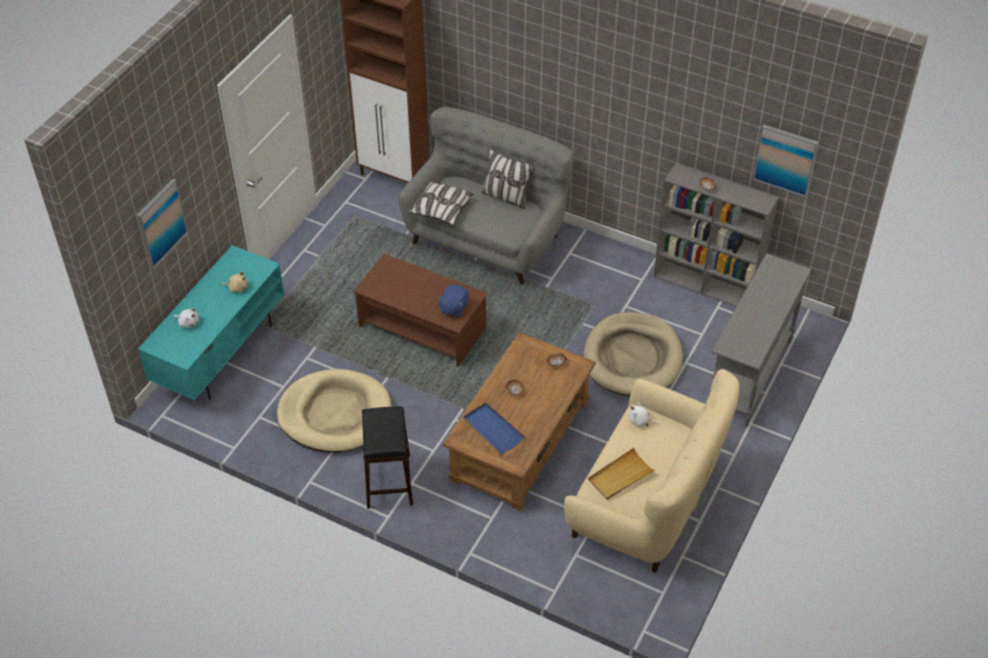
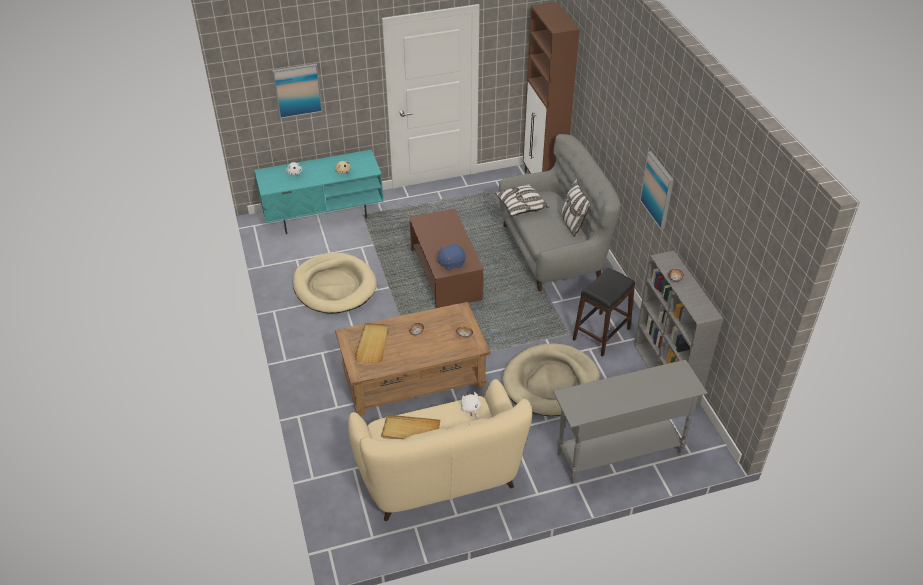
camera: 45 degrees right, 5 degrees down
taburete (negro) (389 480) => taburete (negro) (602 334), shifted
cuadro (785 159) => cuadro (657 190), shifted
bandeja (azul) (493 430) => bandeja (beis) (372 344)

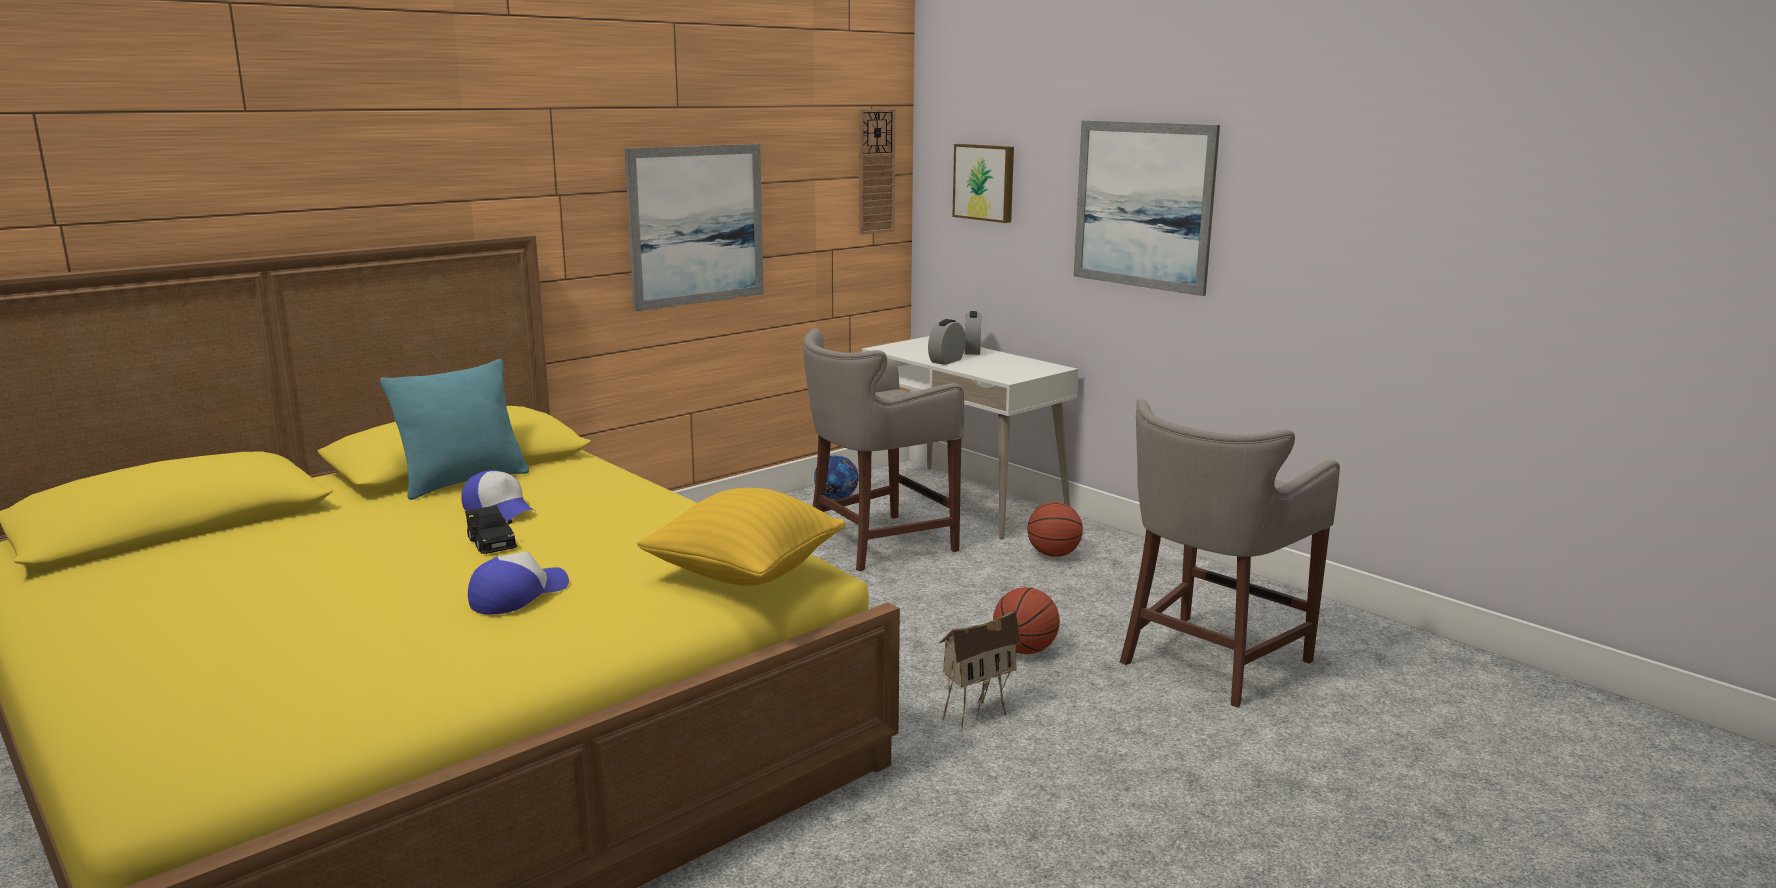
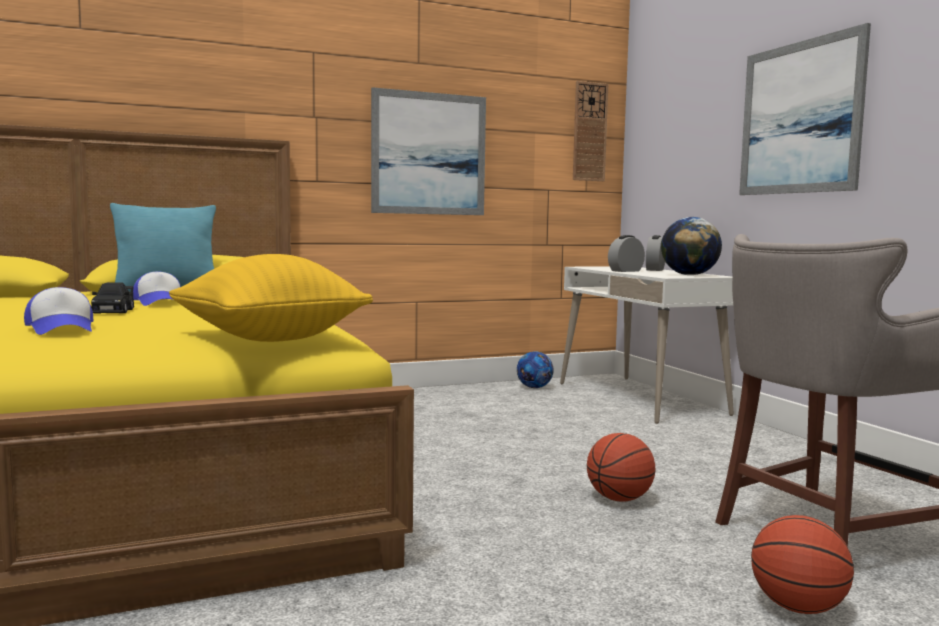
camera: 20 degrees right, 10 degrees down
taburete (gris) (876 544) => nothing
casita (976 713) => nothing
cuadro (985 182) => nothing
nothing => globo terráqueo (689 275)
balón de baloncesto (1053 554) => balón de baloncesto (798 607), shifted
gorra (518 595) => gorra (62 329), 90 degrees clockwise

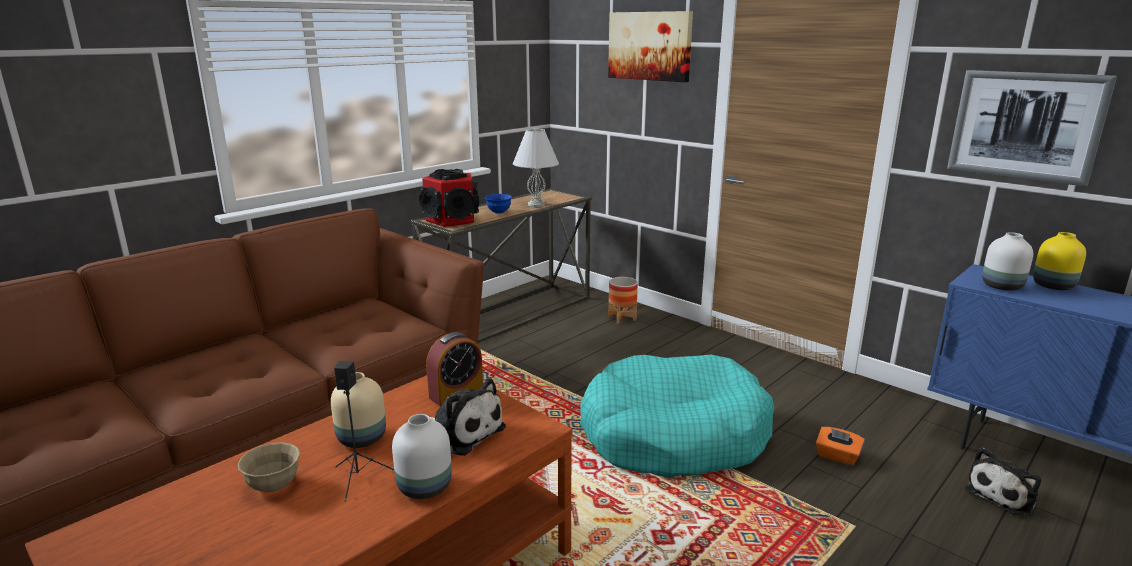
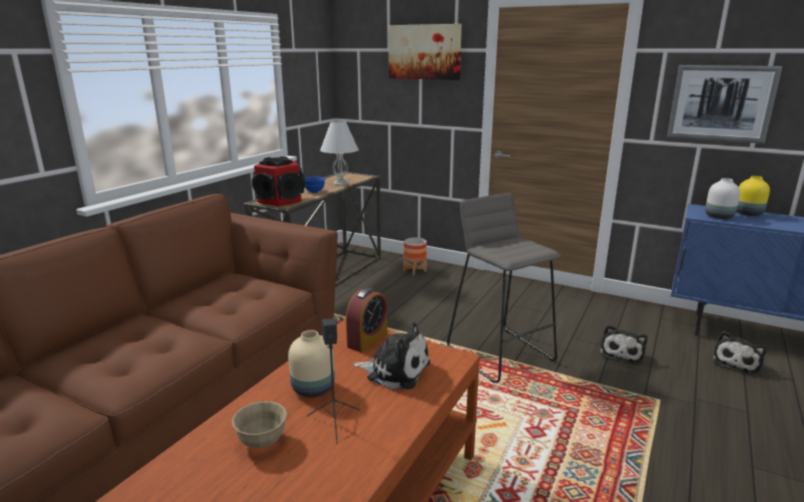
camera: 15 degrees left, 0 degrees up
florero (blanco) (424 488) => nothing
cama para perro (turquesa) (673 435) => taburete (gris) (501 354)
caja de pañuelos (naranja) (837 457) => peluche (621 353)

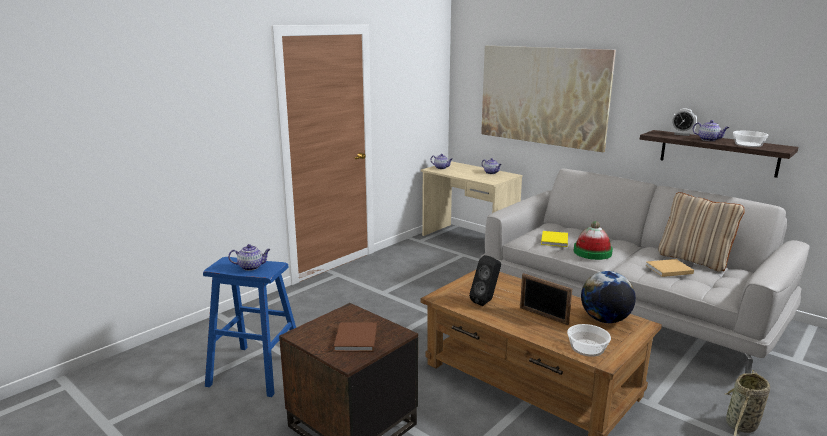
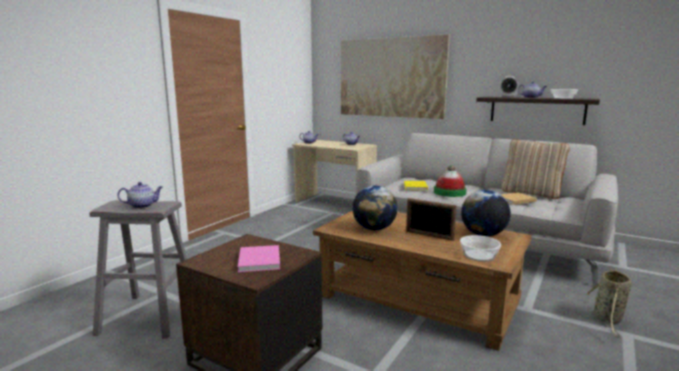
camera: 10 degrees left, 5 degrees down
altavoz (negro) (486 301) => globo terráqueo (374 229)
taburete (azul) (256 370) => taburete (gris) (150 315)
libro (marrón) (355 339) => libro (rosa) (259 261)

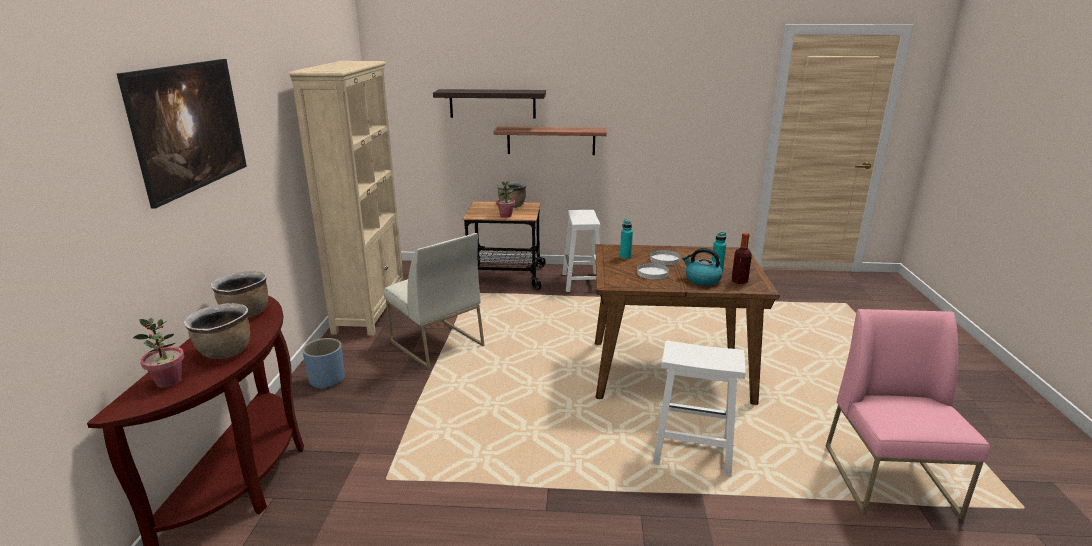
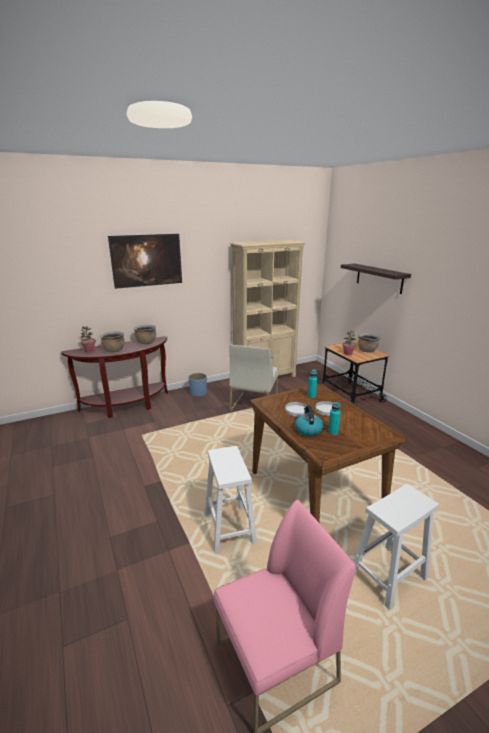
camera: 60 degrees right, 0 degrees up
estante (551 140) => nothing
botella (739 281) => nothing
taburete (blanco) (582 282) => taburete (blanco) (387 576), shifted

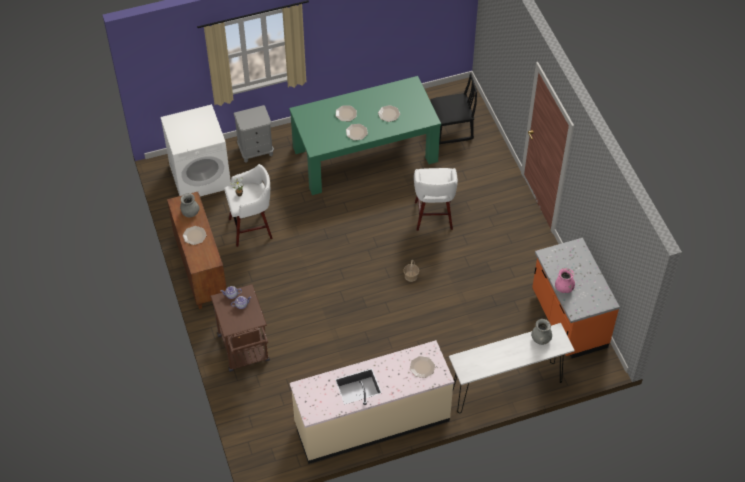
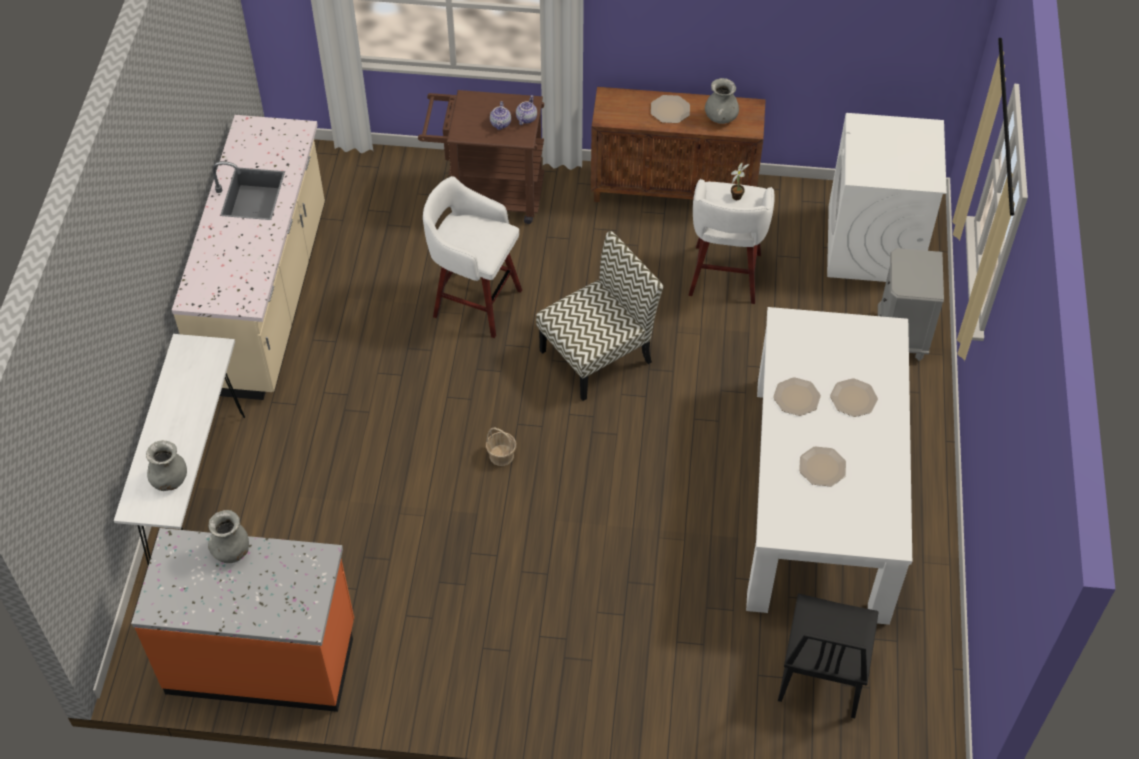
camera: 115 degrees right, 0 degrees up
plato (422 367) => nothing
nothing => silla (597 355)
taburete (blanco) (433 217) => taburete (blanco) (475 302), shifted
mesa de comedor (verde) (365 154) => mesa de comedor (blanco) (820 496)
florero (rosa) (564 288) => florero (gris) (232 551)

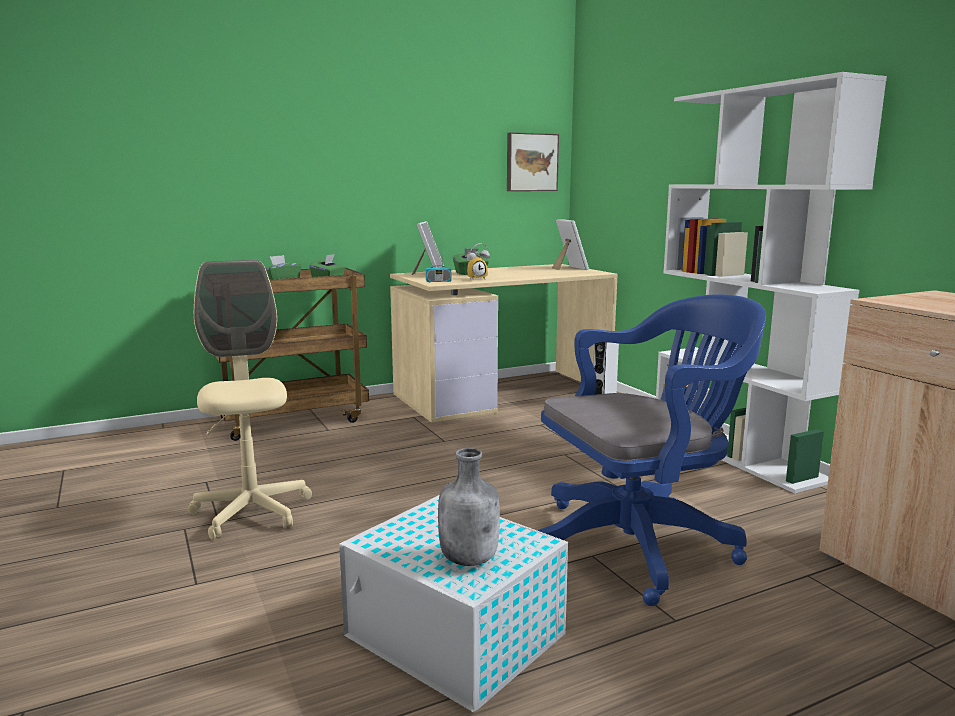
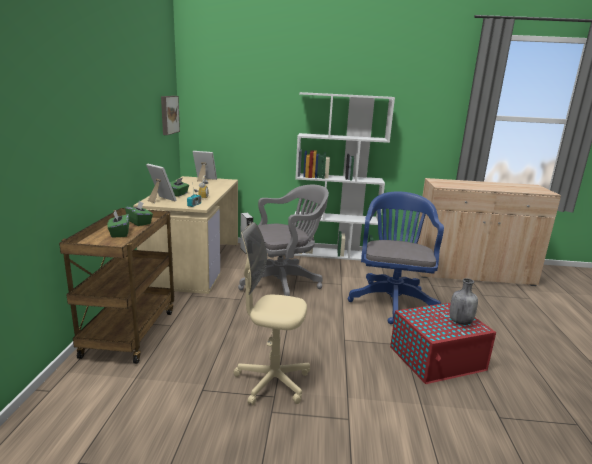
camera: 60 degrees left, 5 degrees up
nothing => silla de oficina (gris) (283 283)
caja de almacenaje (blanco) (456 637) => caja de almacenaje (rojo) (438 358)

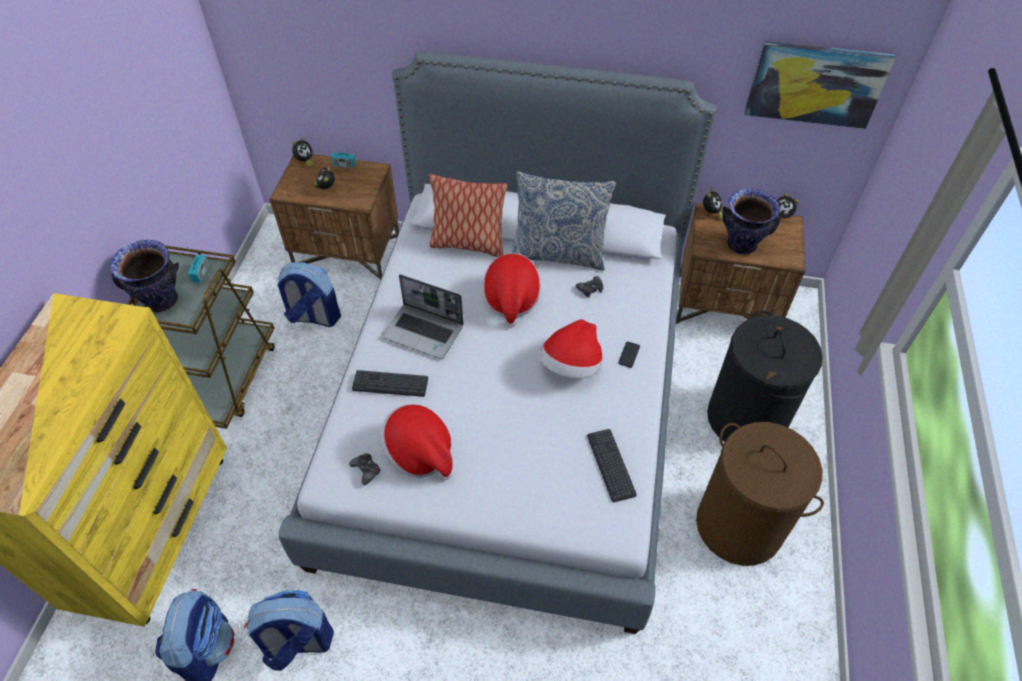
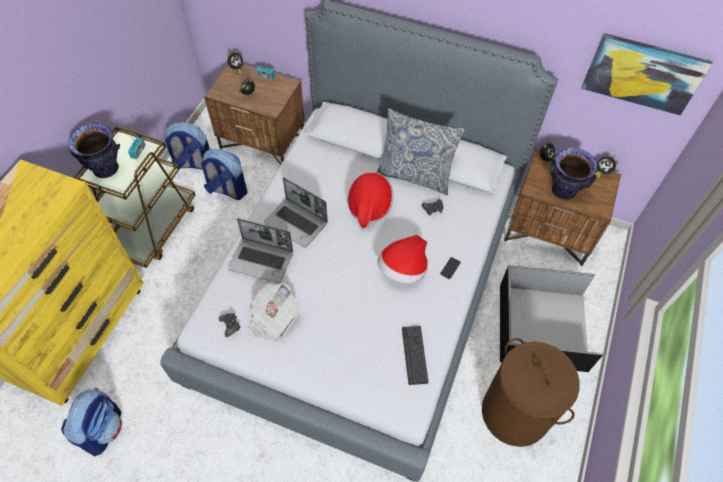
camera: 10 degrees right, 5 degrees up
cojín (468 244) => nothing
mochila (297 643) => mochila (192 163), shifted
teclado (390 384) => portátil (262 260)
sombrero (420 453) => periódico (272 319)
cesto de la ropa (negro) (747 418) => caja de almacenaje (negro) (542 328)

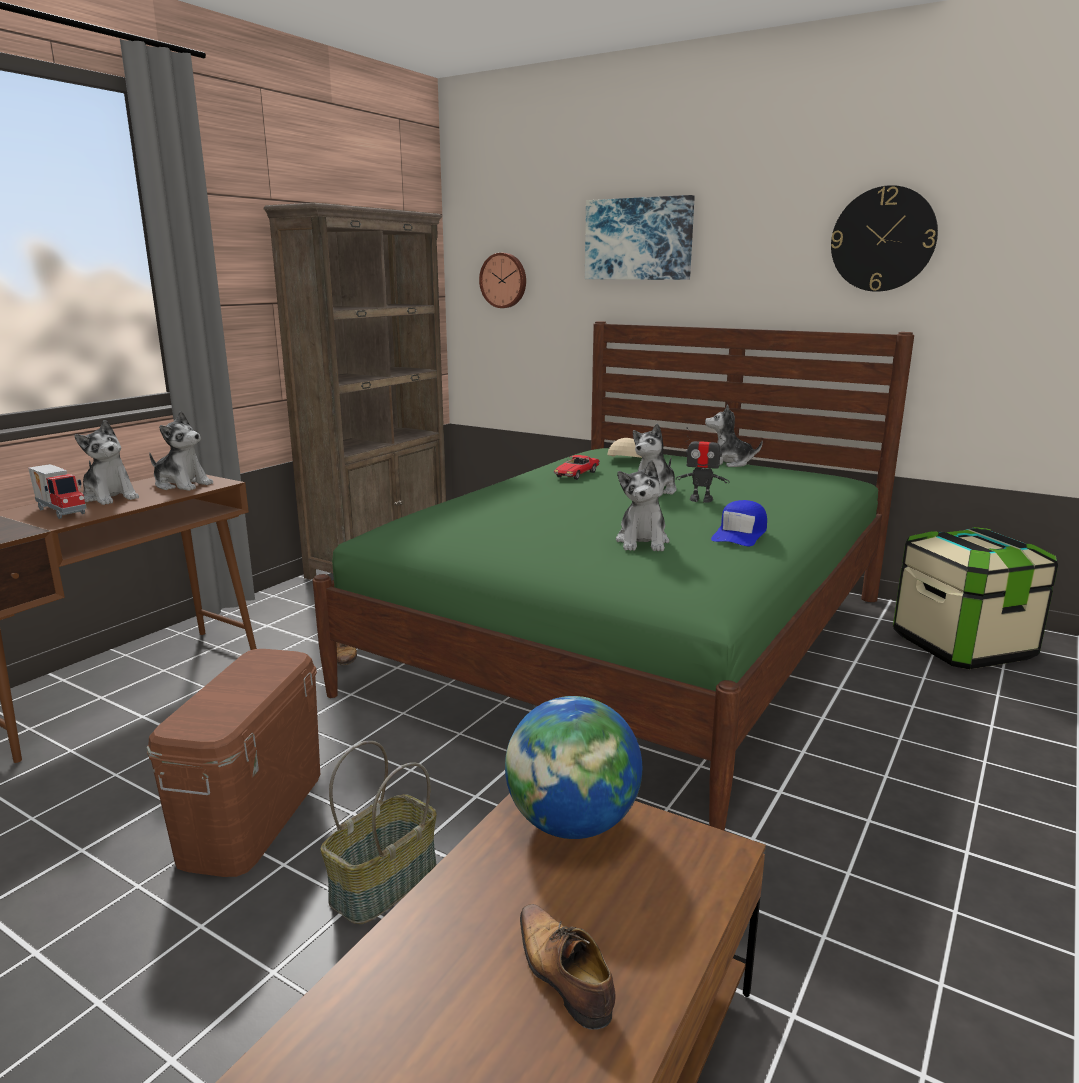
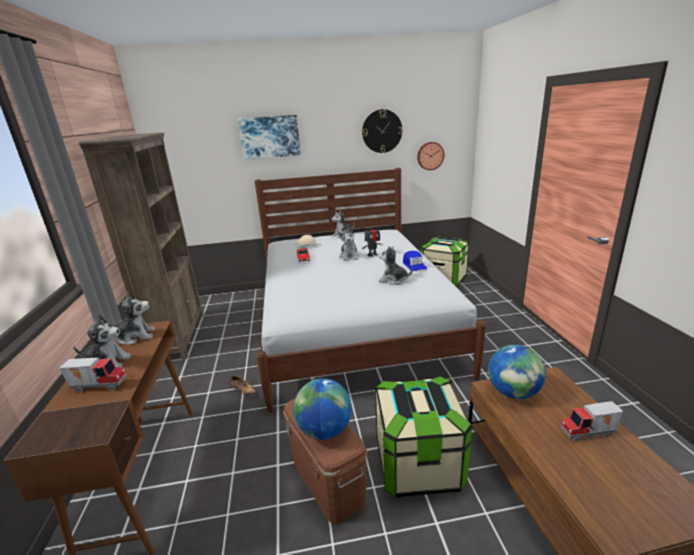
camera: 40 degrees left, 5 degrees up
nothing => globo terráqueo (324 430)
reloj de pared (504 280) => reloj de pared (430 156), shifted
cesta (384 885) => caja de almacenaje (418 465)
zapato (563 975) => camión de juguete (588 434)
cama (verde) (635 642) => cama (blanco) (352 324)
peluche (642 542) => peluche (393 280), 150 degrees clockwise

